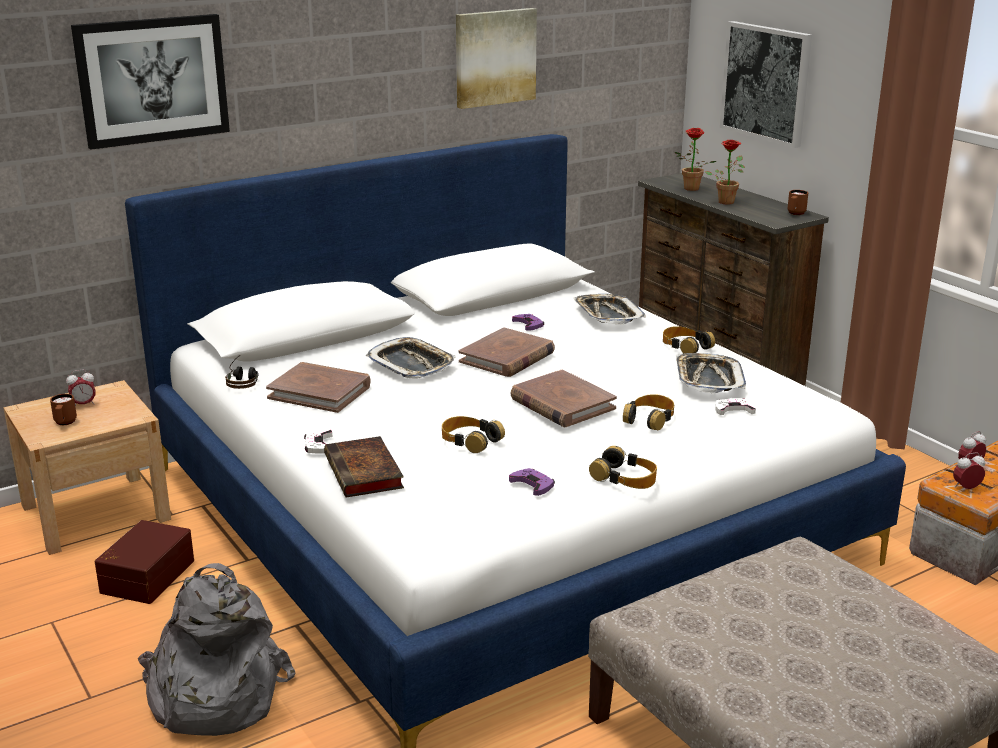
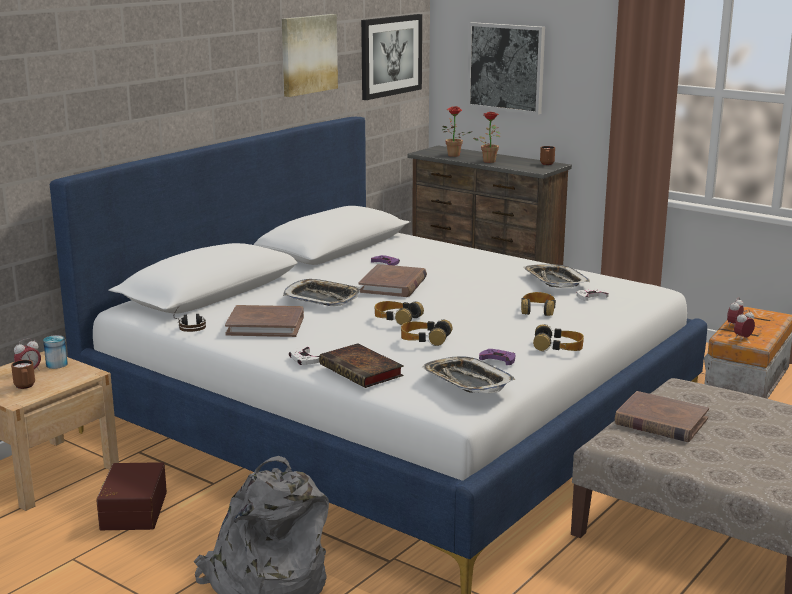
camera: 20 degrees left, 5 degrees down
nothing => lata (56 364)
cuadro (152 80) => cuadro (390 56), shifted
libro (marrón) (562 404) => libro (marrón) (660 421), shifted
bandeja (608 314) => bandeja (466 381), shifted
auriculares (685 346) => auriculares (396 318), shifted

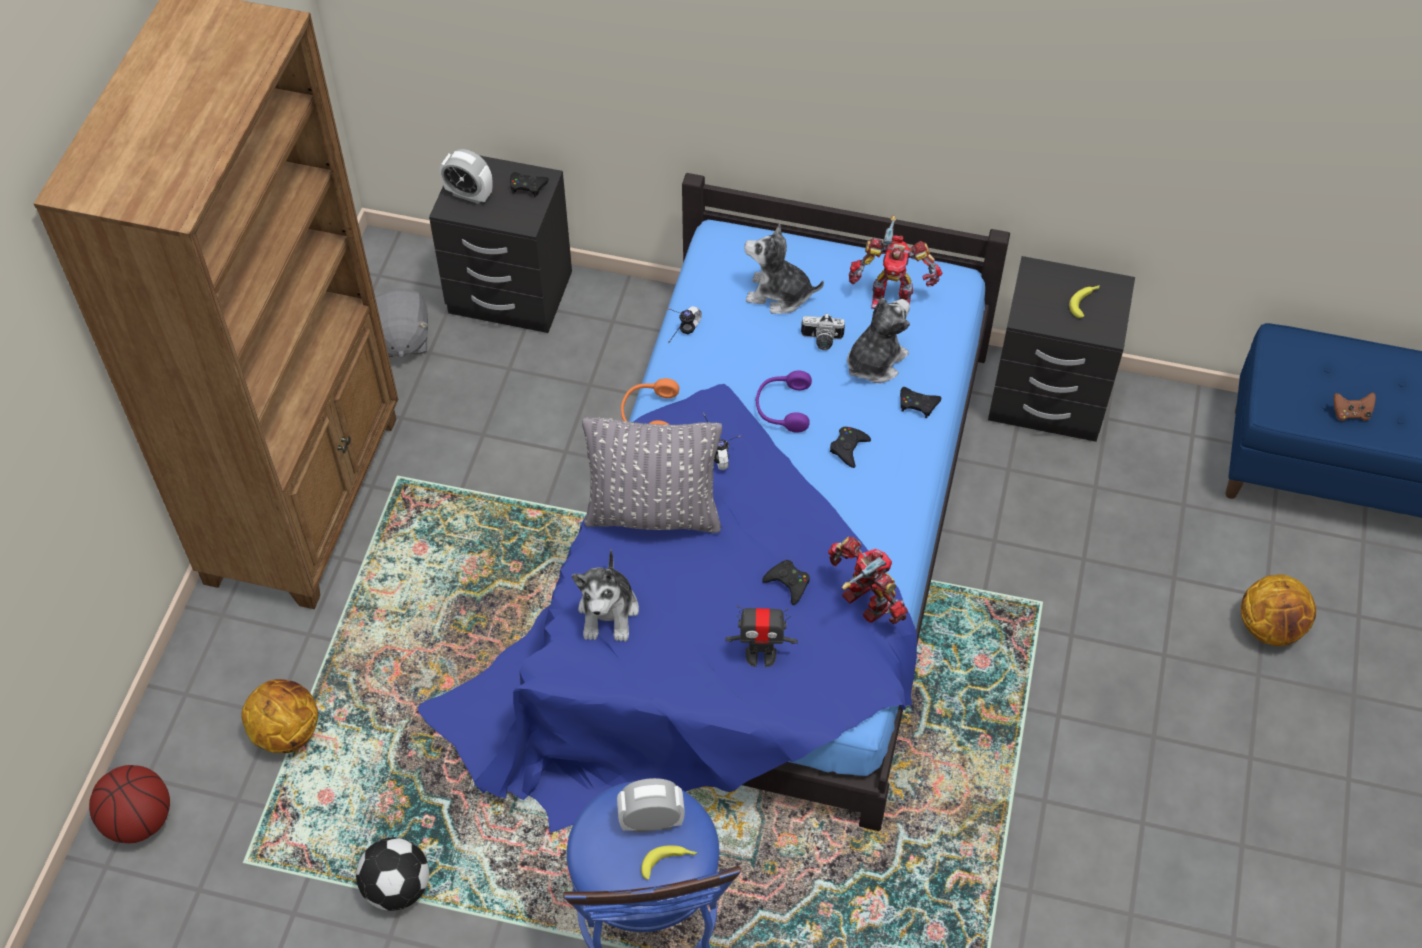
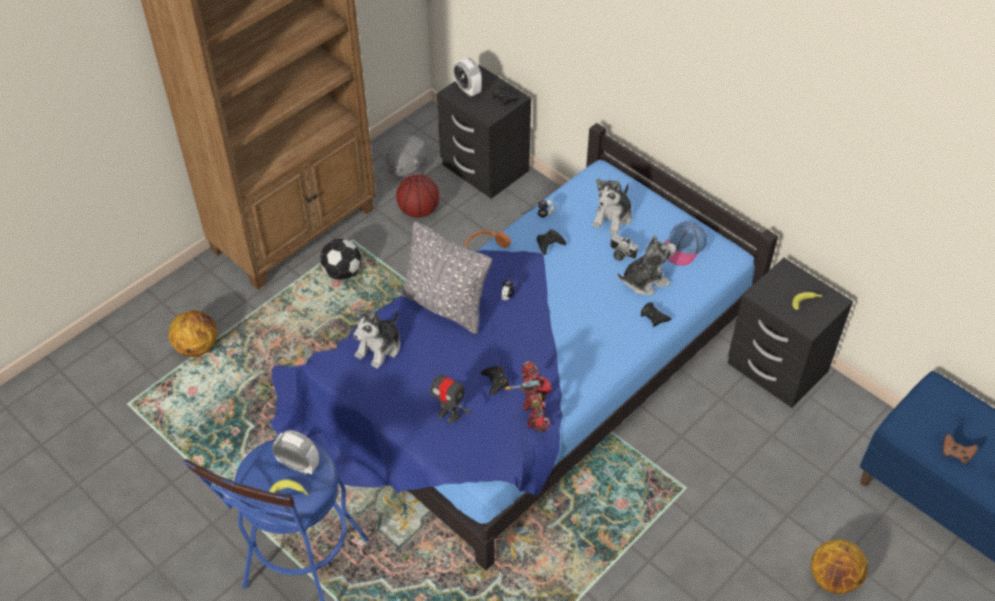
camera: 30 degrees right, 5 degrees down
auriculares (morado) (782 407) => nothing
balón de baloncesto (138 819) => balón de baloncesto (418 210), shifted
balón de fútbol (396 888) => balón de fútbol (342 273), shifted
mando de consola (negro) (848 448) => mando de consola (negro) (549 244), shifted
robot de juguete (891 296) => gorra (683 247)
peluche (779 294) => peluche (613 218), 105 degrees counterclockwise

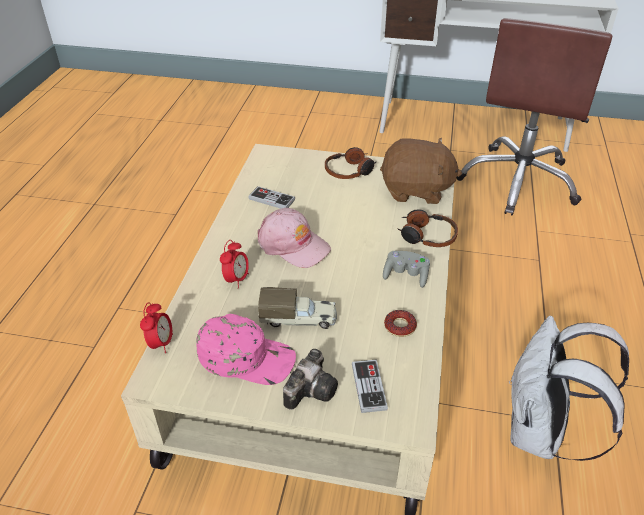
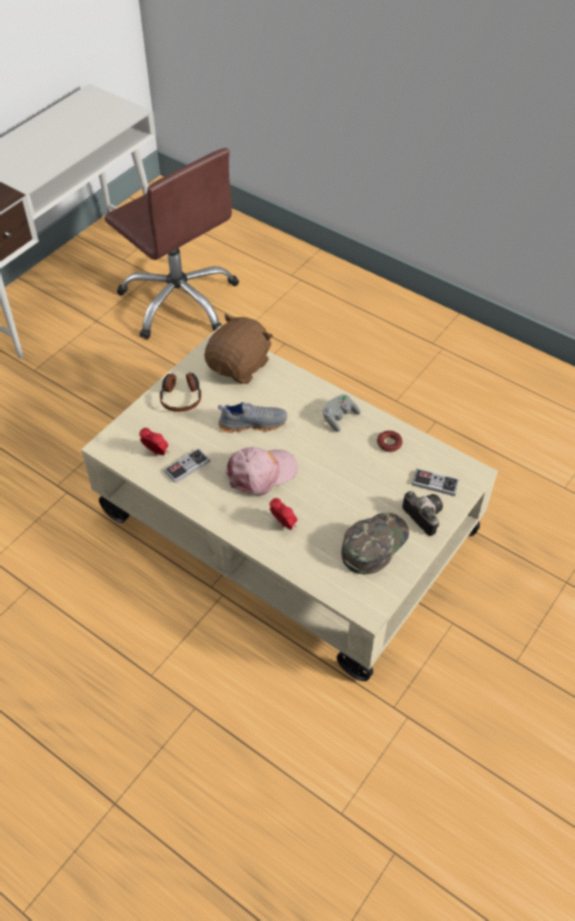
camera: 65 degrees left, 10 degrees up
camión de juguete (299 319) => nothing
auriculares (426 236) => nothing
mochila (blanco) (539 433) => nothing
nothing => zapato (gris) (253 423)
despertador (161 343) => despertador (156 453), shifted
gorra (rosa) (246 356) => gorra (verde) (373 544)

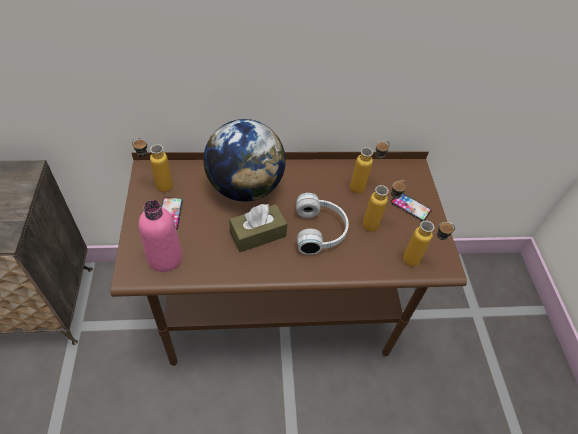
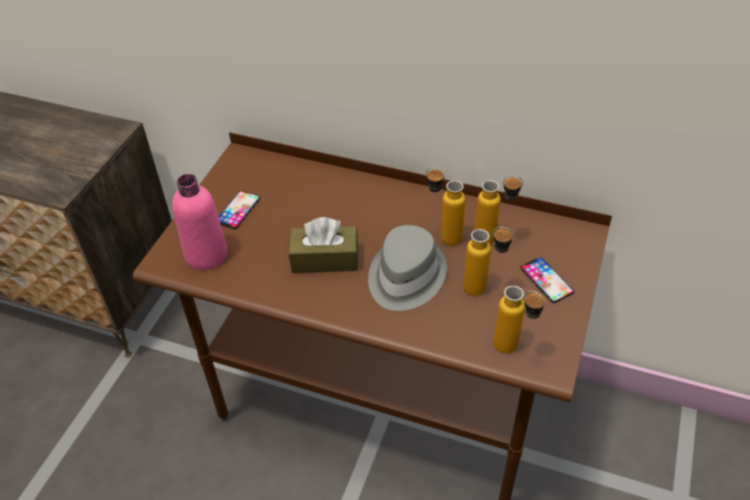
camera: 30 degrees right, 5 degrees down
globo terráqueo (245 187) => nothing
botella (157 186) => botella (442 236), shifted
auriculares (blanco) (320 230) => sombrero (gris) (405 276)

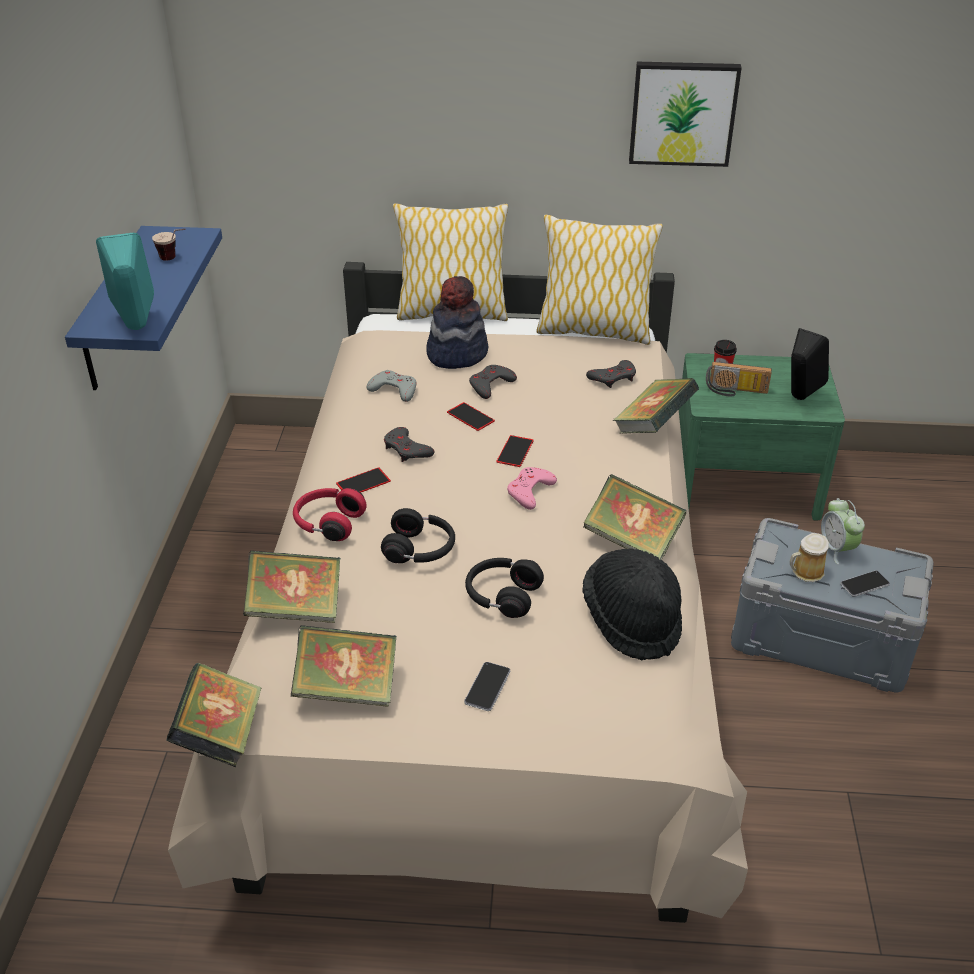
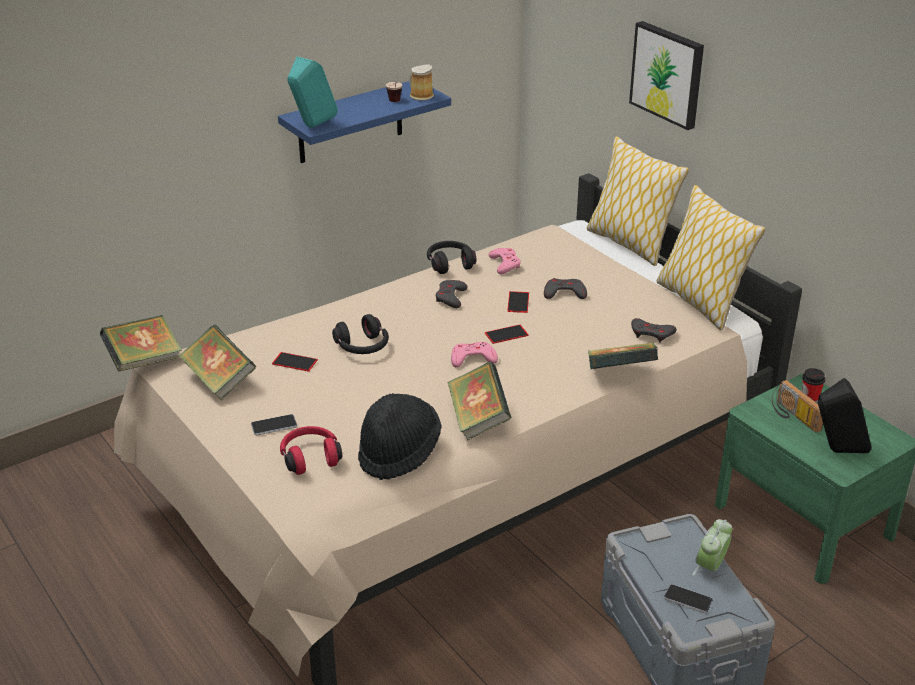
camera: 50 degrees right, 5 degrees down
libro (296 609) => nothing
sombrero (456 353) => nothing
auriculares (rojo) (328 523) => auriculares (rojo) (310 458), shifted
móvil (363 482) => móvil (294 362), shifted
auriculares (negro) (501 596) => auriculares (negro) (449 264), shifted
cuadro (683 113) => cuadro (668 74), shifted
taza grande (805 572) => taza grande (420 95), shifted
mando de consola (gris) (394 390) => mando de consola (rosa) (505 264)

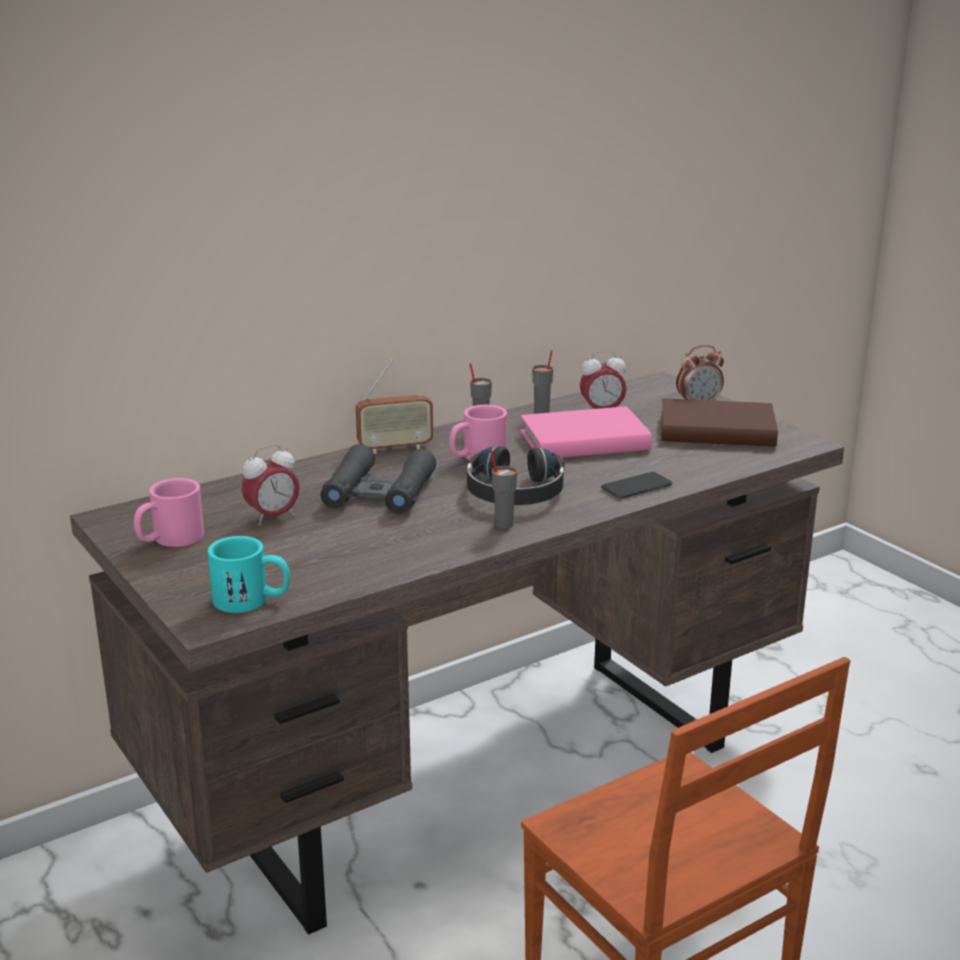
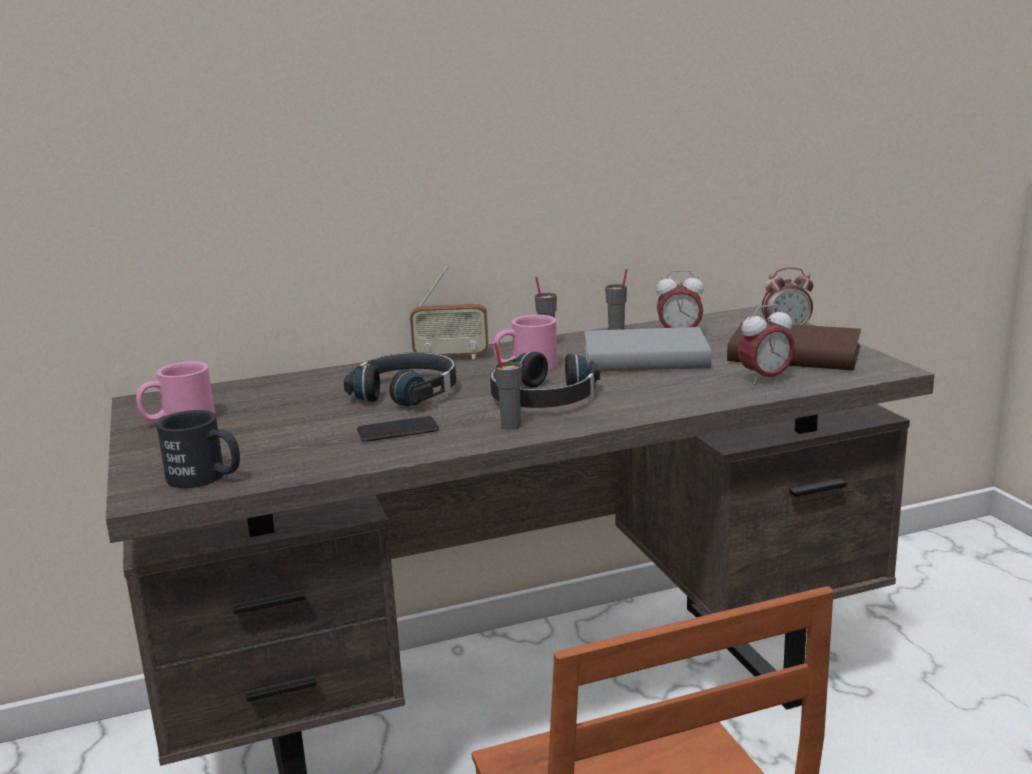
camera: 15 degrees right, 5 degrees down
despertador (272 517) => despertador (765 379), shifted
móvil (636 487) => móvil (398 431), shifted
prismáticos (negro) (379 492) => auriculares (negro) (407 392)
taza grande (turquesa) (252 600) => taza grande (negro) (206 478)
libro (rosa) (584 441) => libro (gris) (645 358)

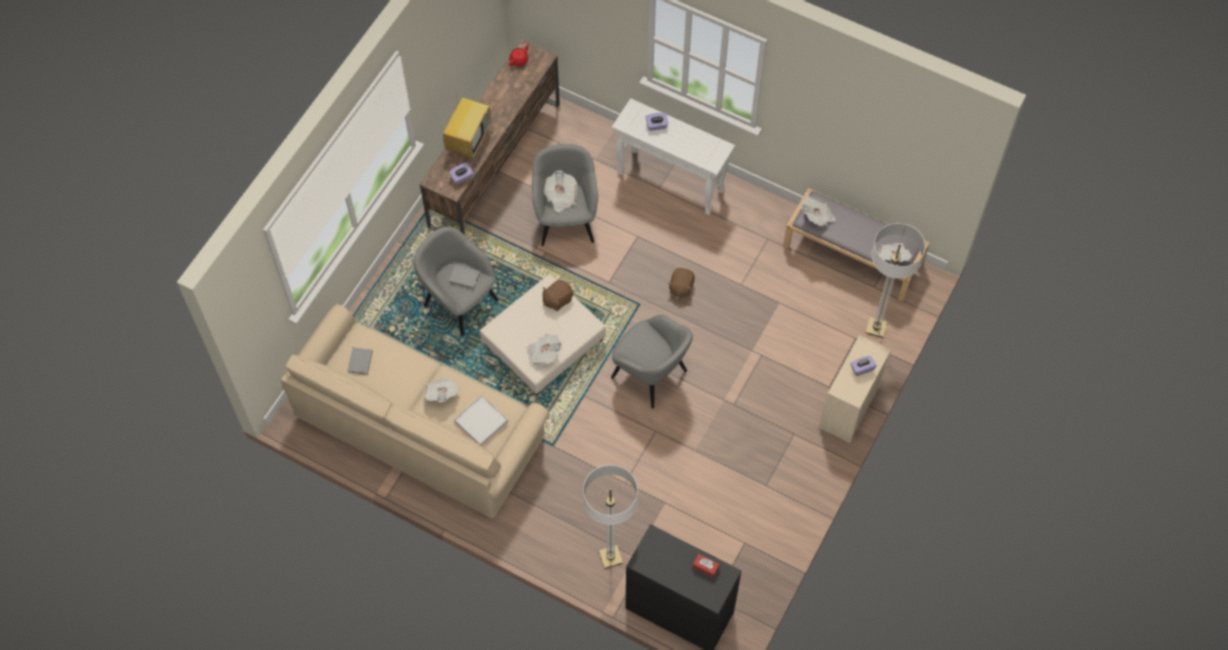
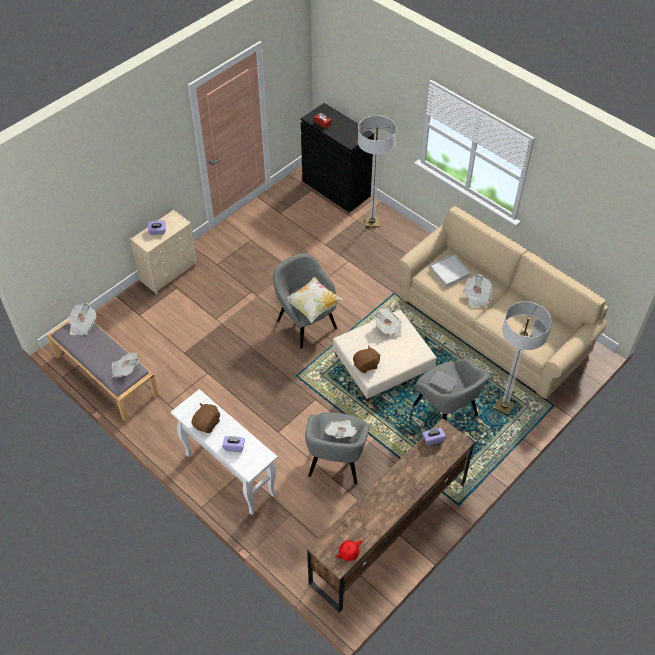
camera: 165 degrees left, 10 degrees down
televisor (468 139) => nothing
nothing => cojín (313 306)
peluche (marrón) (681 288) => peluche (marrón) (207 423), shifted
lámpara de pie (876 328) => lámpara de pie (504 407), shifted

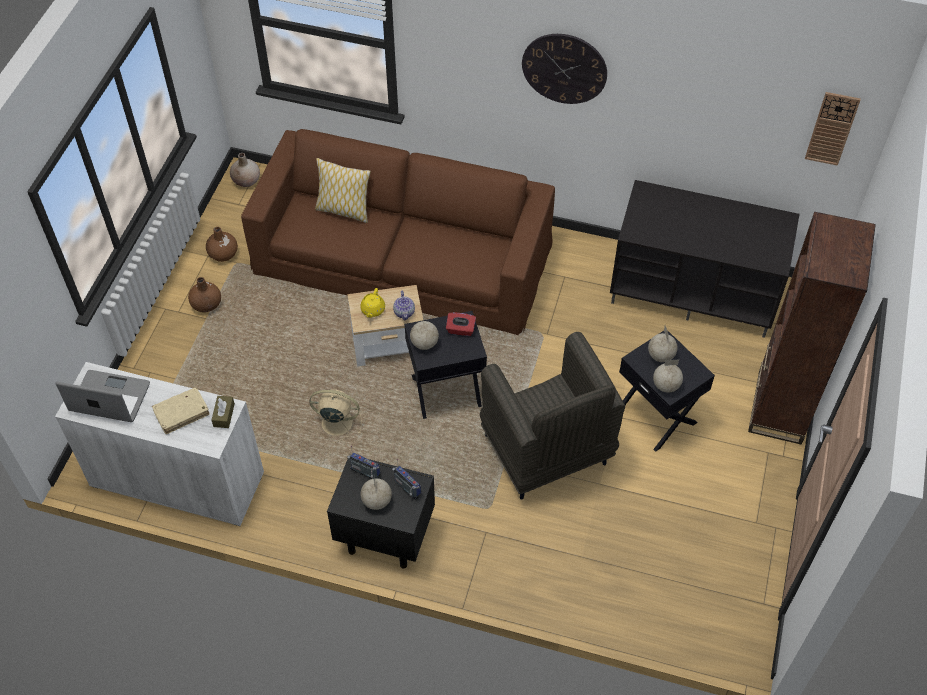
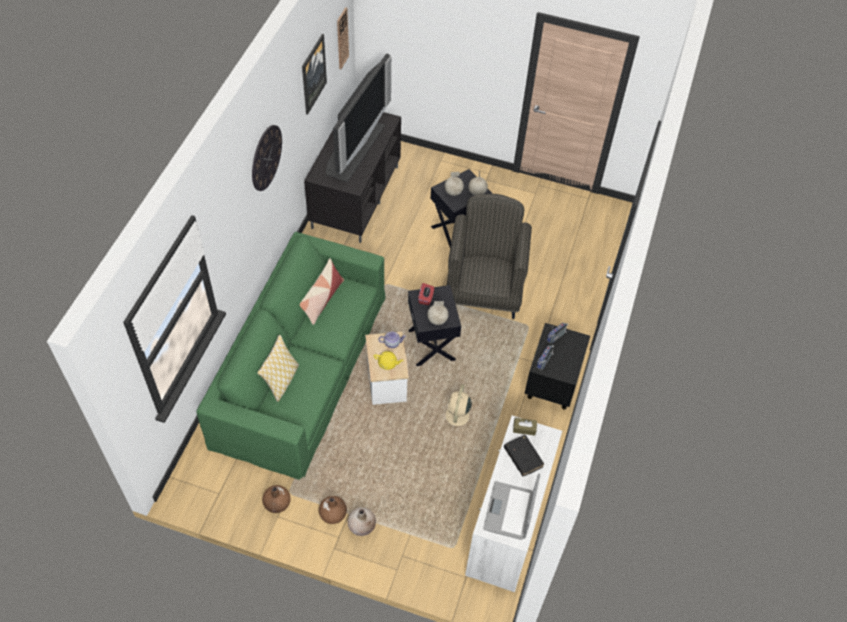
camera: 90 degrees left, 0 degrees up
globo terráqueo (377 501) => nothing
estantería (marrón) (779 407) => nothing
nothing => cojín (322 300)
nothing => cuadro (313 74)
nothing => televisor (354 149)
florero (beis) (246 180) => florero (beis) (362 526), shifted
libro (beis) (182 413) => libro (negro) (523 457)
sofá (marrón) (403 257) => sofá (verde) (300 368)
sillón (gris) (546 452) => sillón (gris) (484 291), 60 degrees counterclockwise

